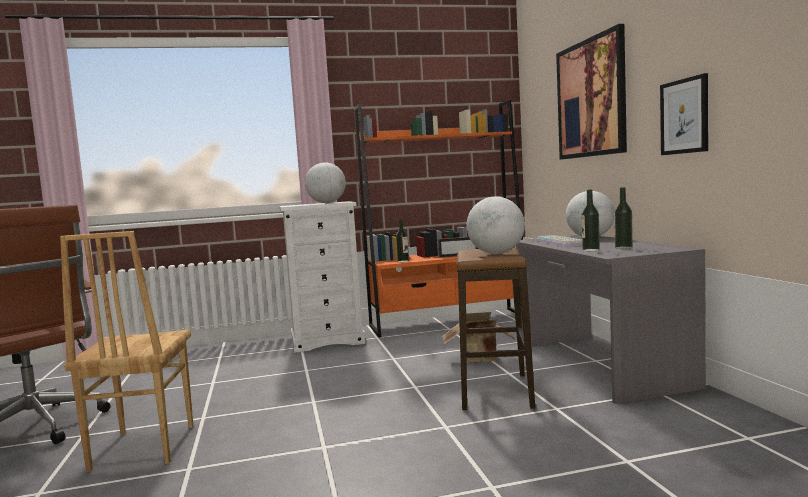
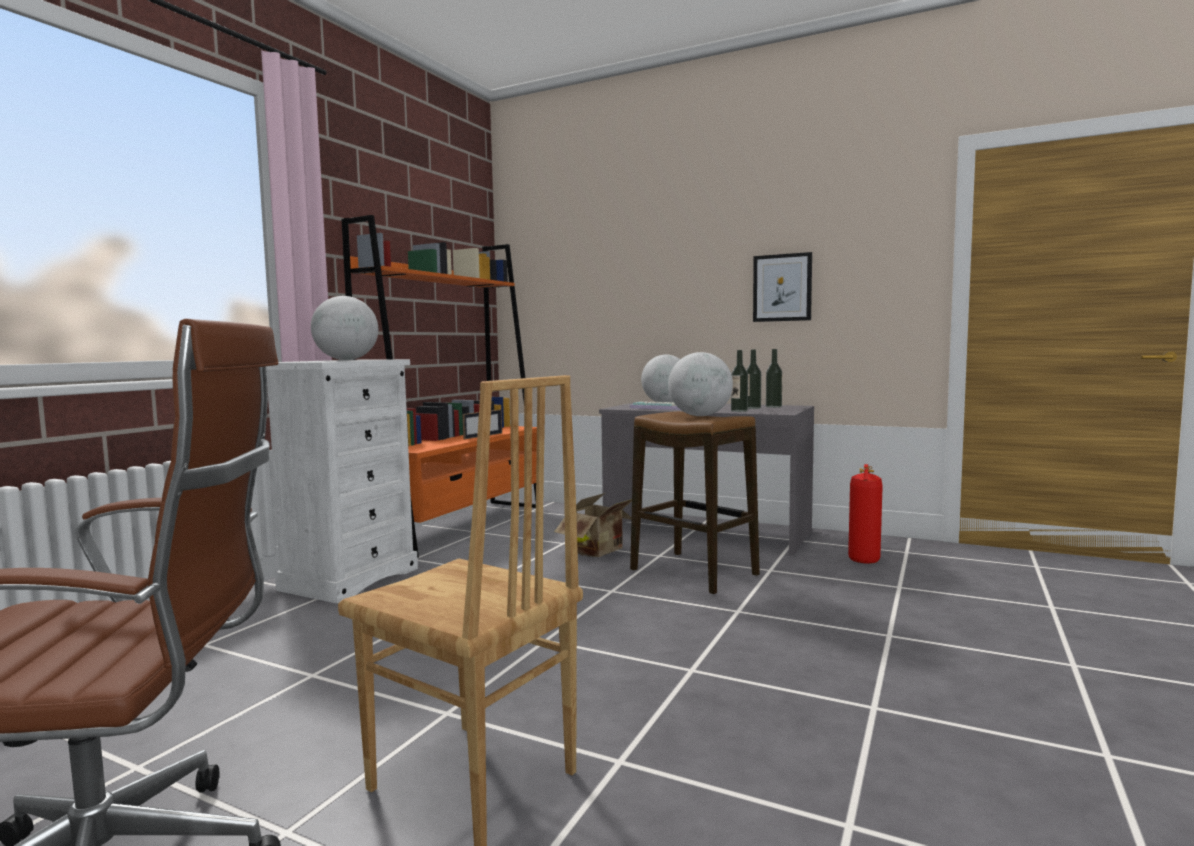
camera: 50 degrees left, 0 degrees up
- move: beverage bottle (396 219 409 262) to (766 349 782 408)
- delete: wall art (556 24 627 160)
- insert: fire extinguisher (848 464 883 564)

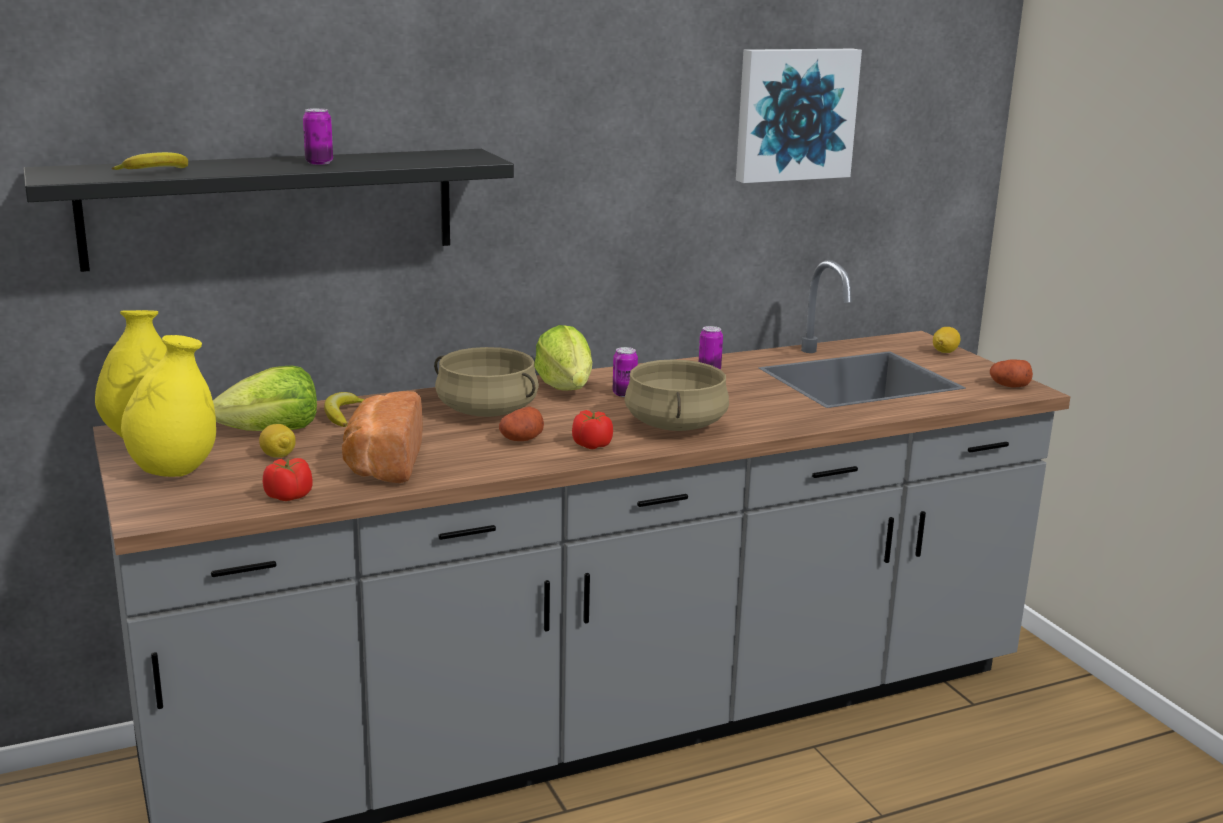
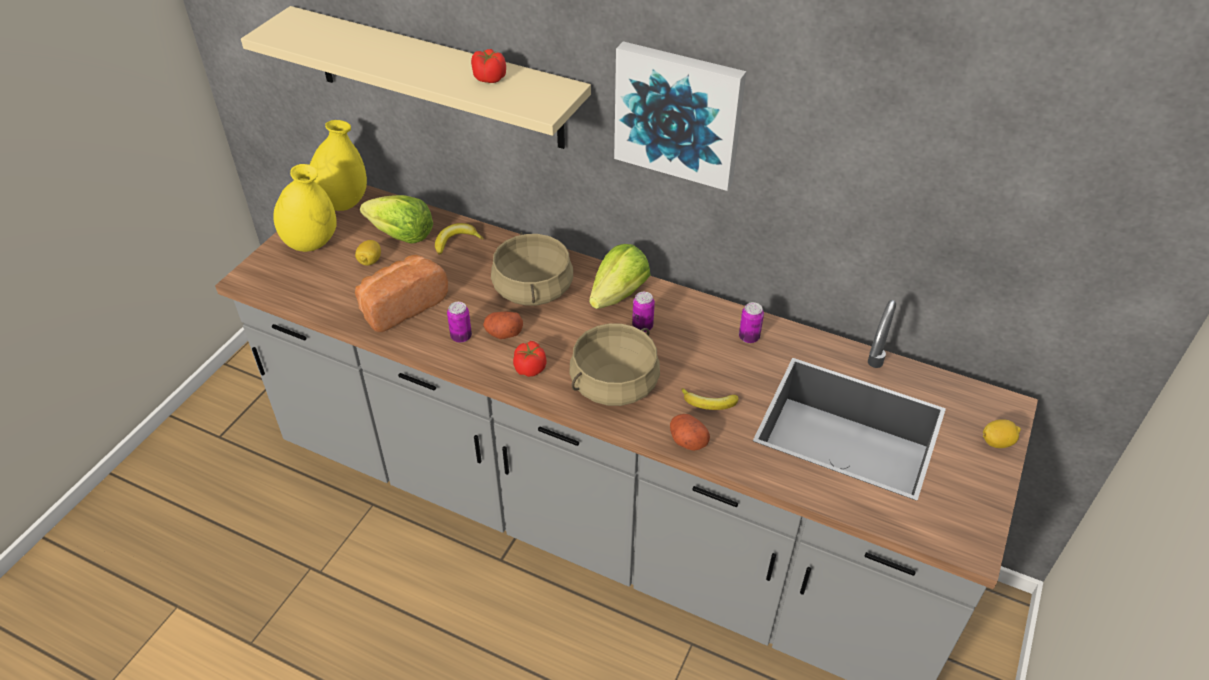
camera: 50 degrees right, 25 degrees up
- recolor: black-coloured shelf (23 149 514 272) to beige-coloured shelf (241 6 591 149)
- move: banana fruit (112 152 188 170) to (681 388 739 410)
- move: tomato (263 458 312 501) to (471 49 506 83)
- move: can (303 108 333 165) to (447 302 472 343)
- move: wall art (736 49 862 183) to (614 41 746 191)
- move: whole potato (990 359 1033 388) to (670 414 710 451)

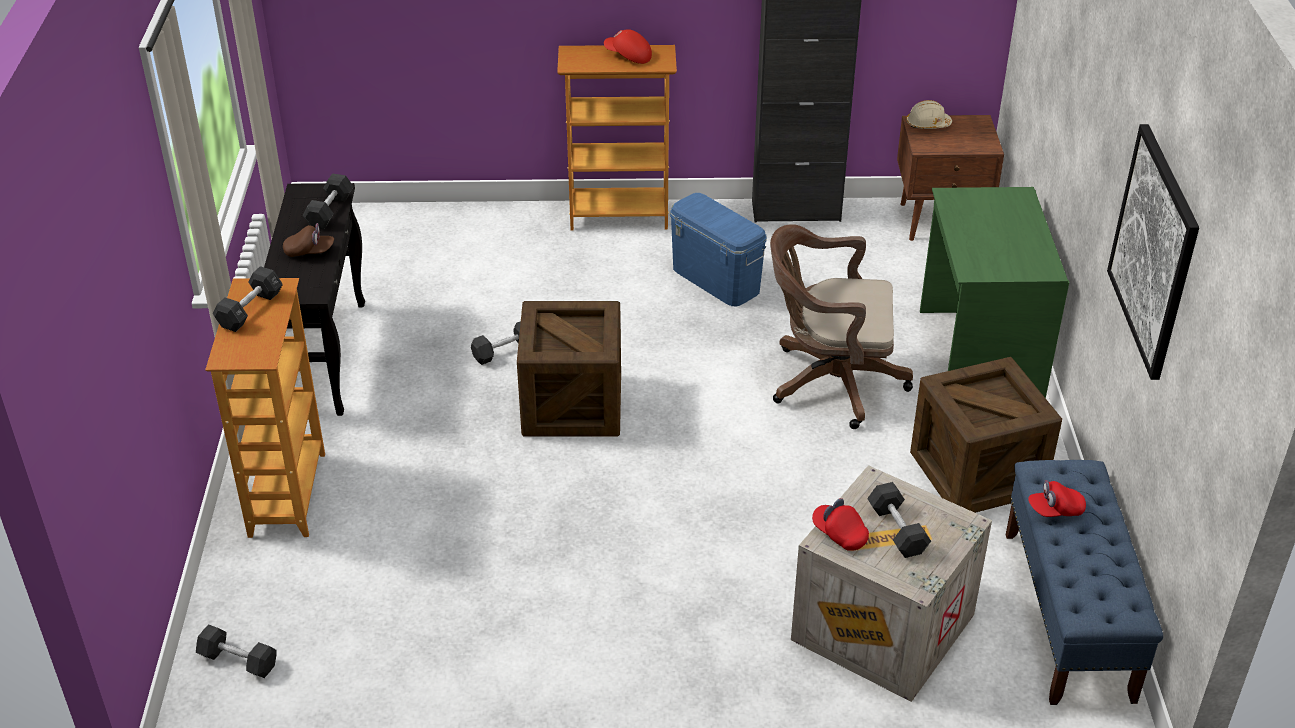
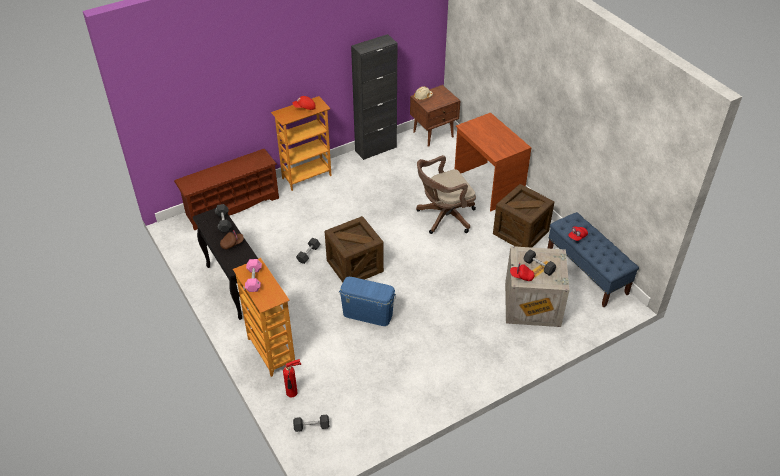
camera: 30 degrees left, 5 degrees up
- recolor: black-coloured free weight (213 266 283 332) to pinkish free weight (245 259 262 292)
- move: blue storage box (670 193 767 306) to (339 277 396 326)
- recolor: green-coloured desk table (920 187 1069 398) to brown desk table (455 113 531 211)
- delete: wall art (1107 124 1199 380)
- insert: brown shoe stand (174 149 279 230)
- insert: fire extinguisher (283 359 301 397)

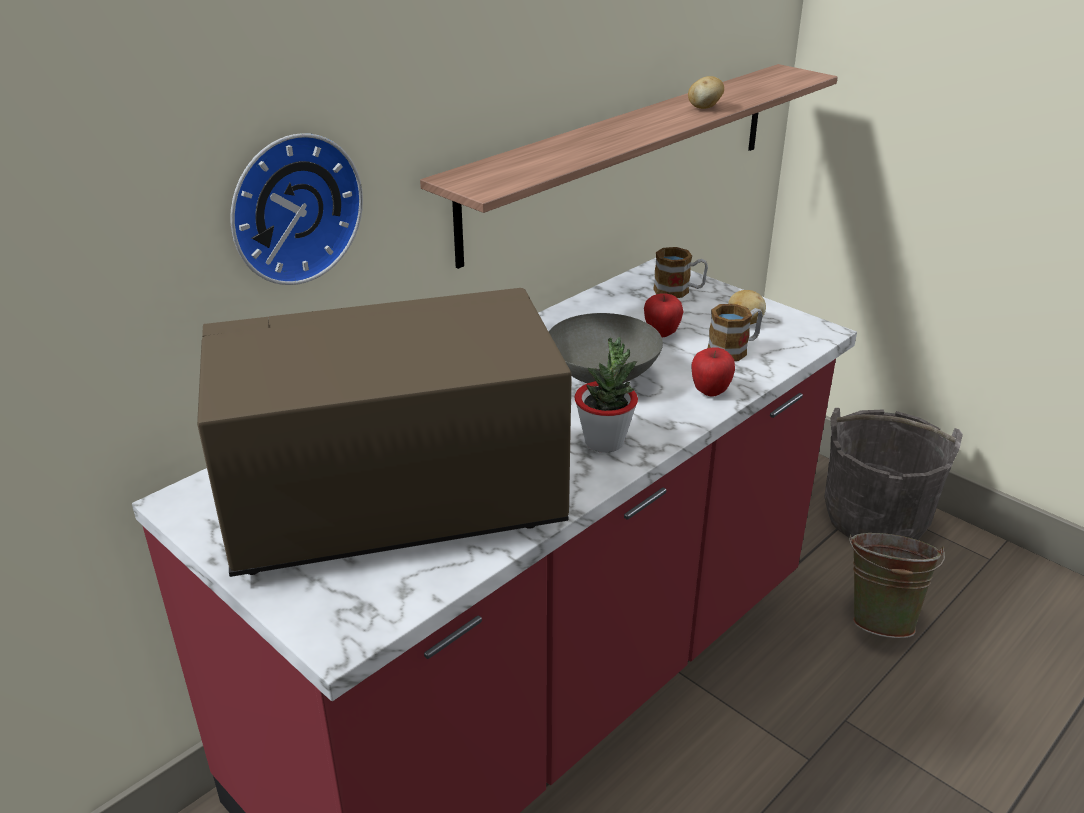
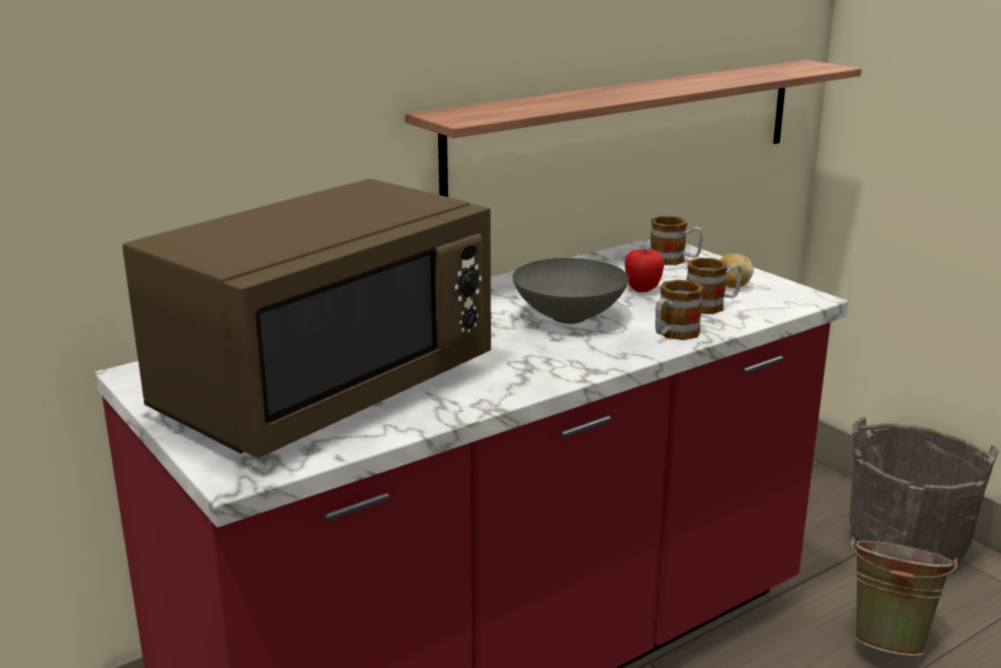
camera: 10 degrees right, 10 degrees down
- rotate: brown microwave (197 288 572 577) = (122 179 491 458) 135 degrees clockwise
- delete: hanging clock (230 133 363 285)
- delete: plant in a pot (575 337 638 453)
- delete: whole potato (688 76 724 109)
- replace: whole apple (691 347 735 397) to coffee mug (655 279 704 340)

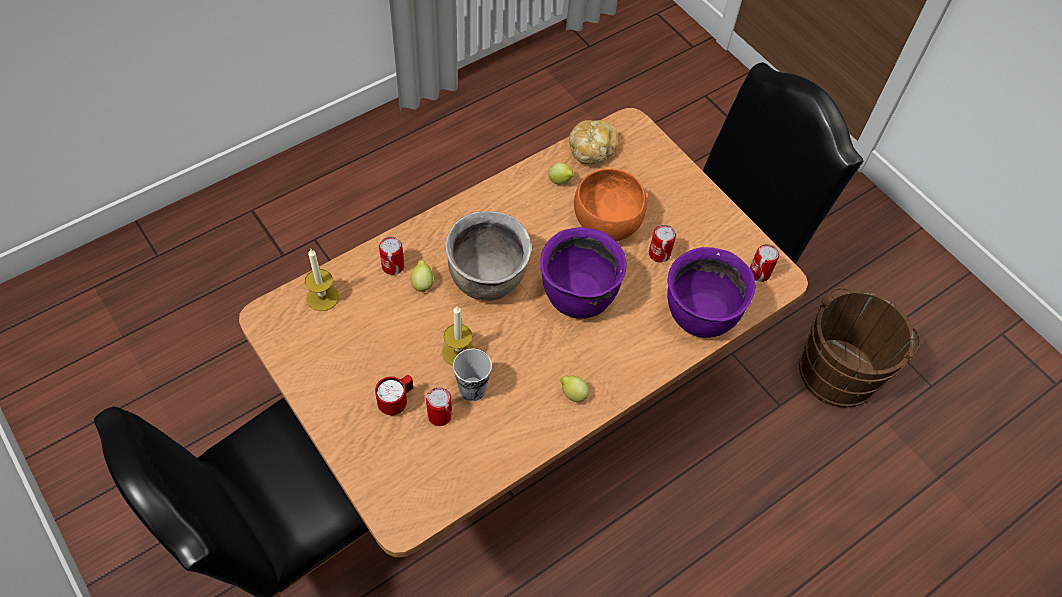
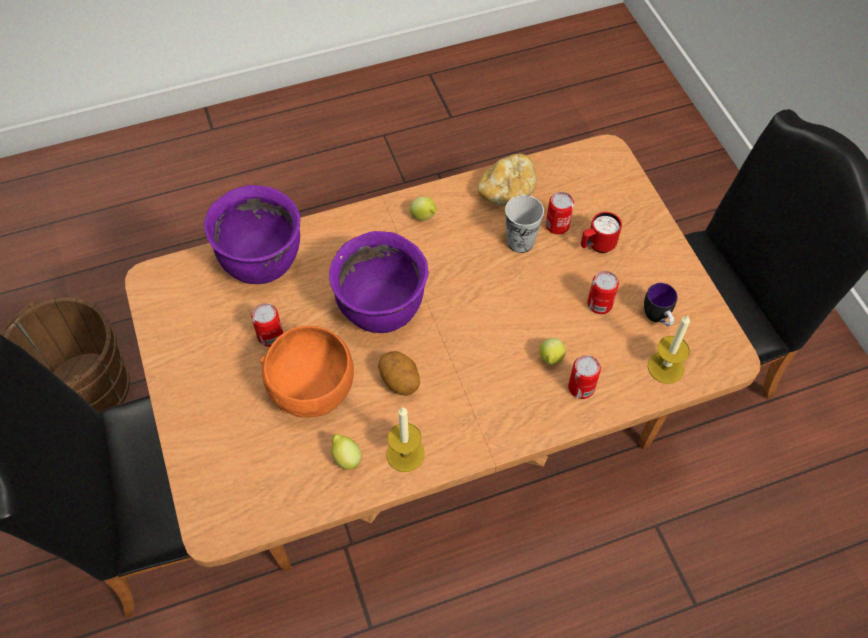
camera: 160 degrees left, 0 degrees up
- move: candle (442 306 474 365) to (386 407 425 472)
- delete: brown stockpot (445 211 531 301)
- move: bread (569 120 618 164) to (478 154 537 206)
- move: can (750 244 779 282) to (587 271 619 314)
- insert: whole potato (378 351 420 396)
- insert: coffee mug (644 283 677 326)

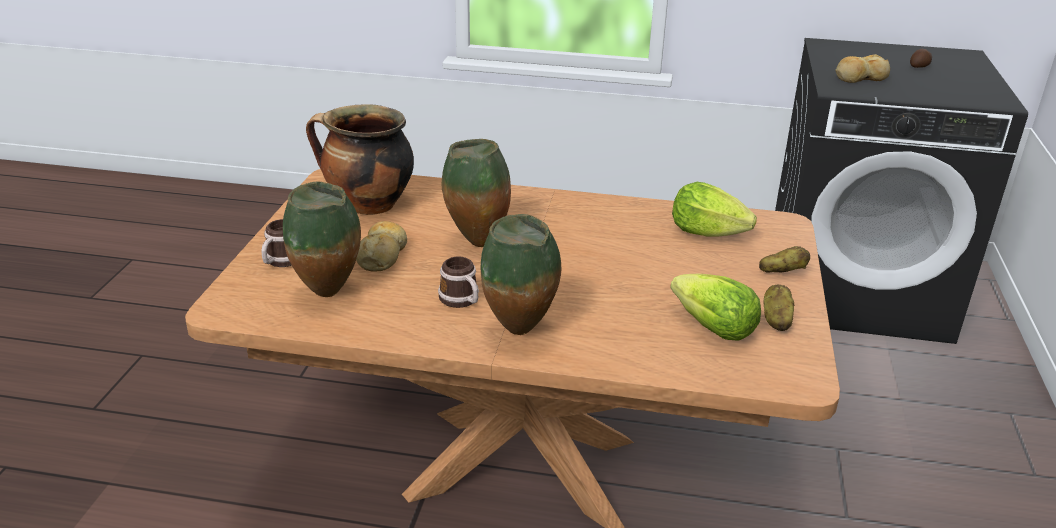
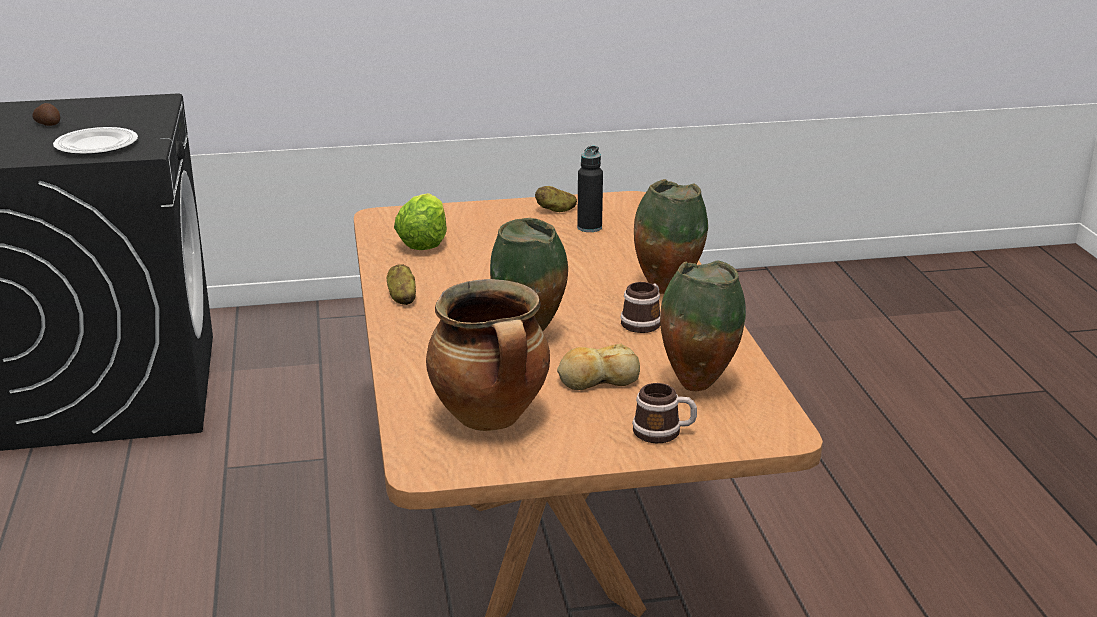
camera: 110 degrees left, 5 degrees down
- replace: lettuce (670 274 761 341) to black-coloured beverage bottle (577 145 603 232)
- move: whole potato (759 246 810 273) to (387 264 416 305)
- replace: bread (836 54 890 83) to flat dish (53 127 138 155)

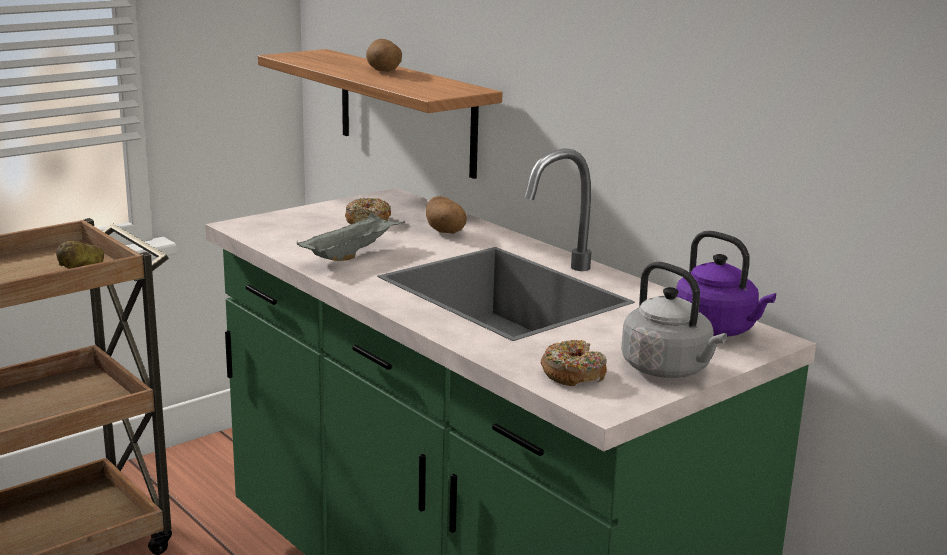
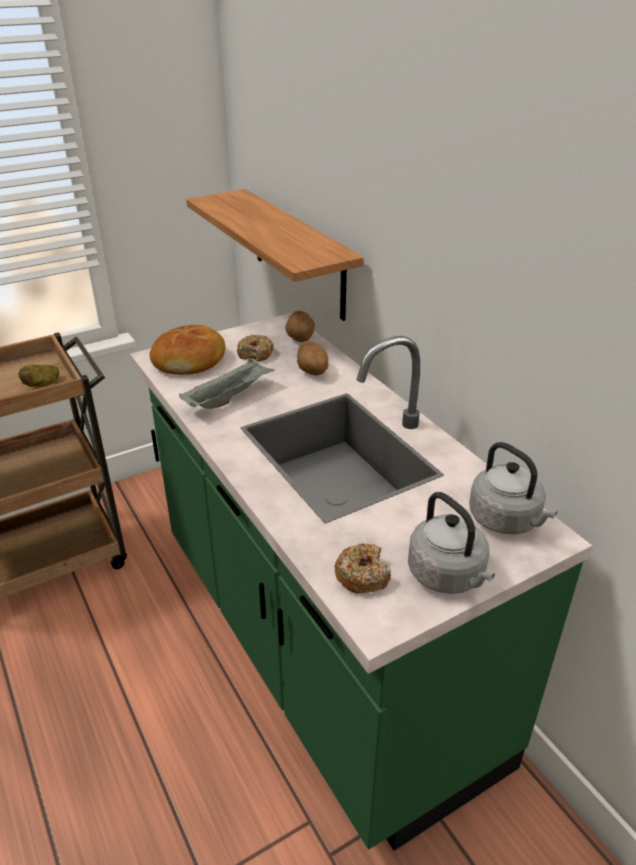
camera: 10 degrees right, 15 degrees up
- move: whole potato (366 39 402 72) to (285 311 315 342)
- recolor: purple-coloured kettle (676 231 776 337) to greyish kettle (469 442 557 534)
- insert: bread (150 325 225 375)

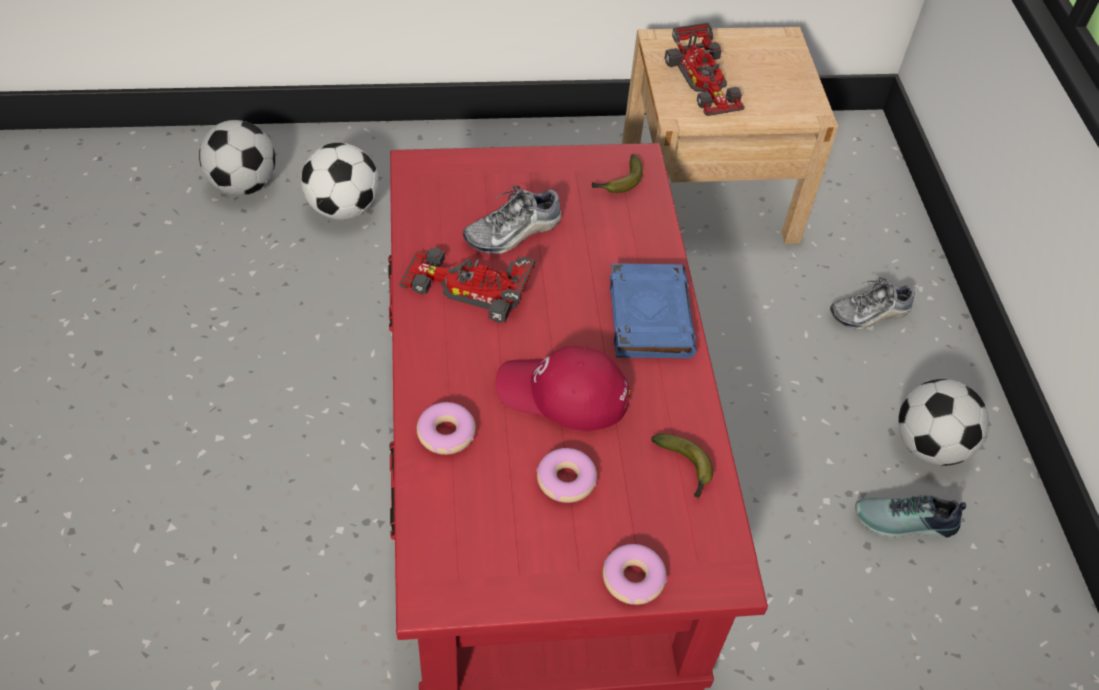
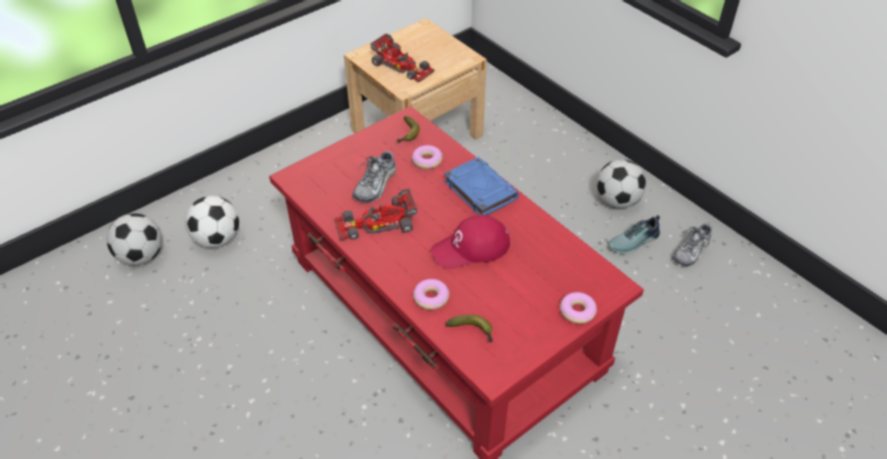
camera: 30 degrees left, 5 degrees down
- move: doughnut (536 448 597 503) to (412 145 443 169)
- move: banana fruit (651 434 713 499) to (446 314 493 342)
- move: shoe (830 277 915 330) to (672 223 712 266)

